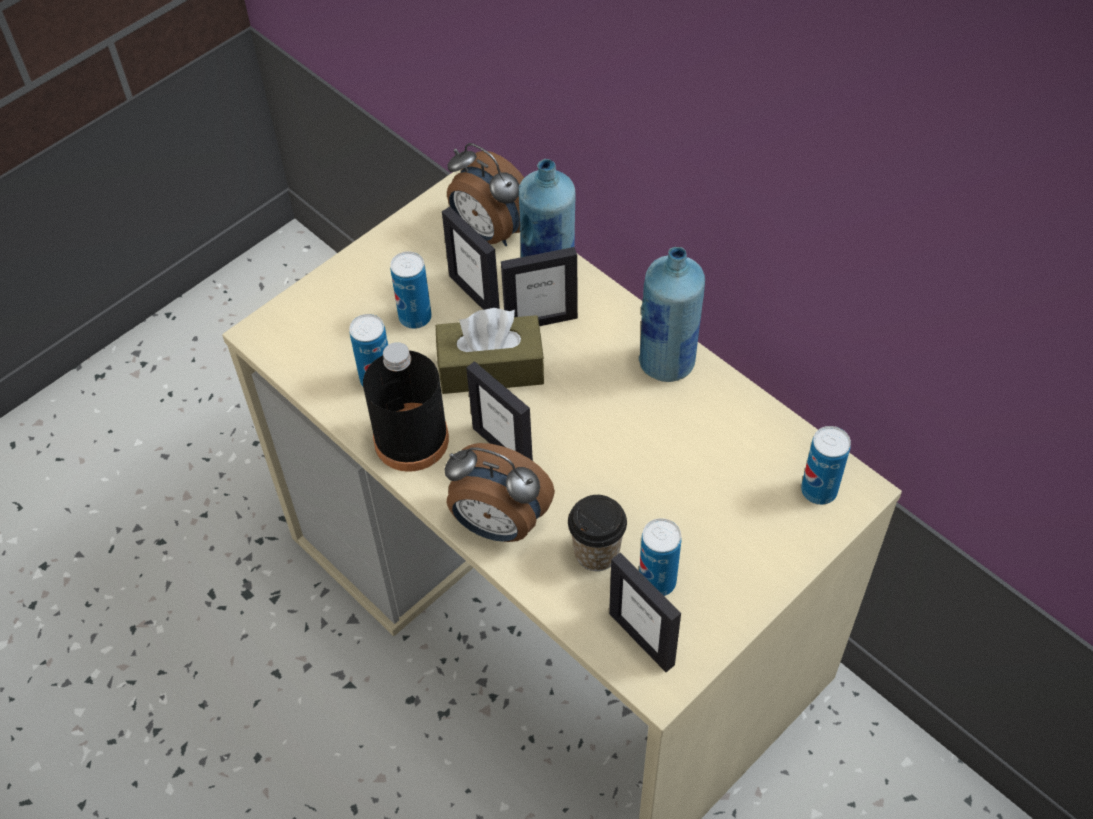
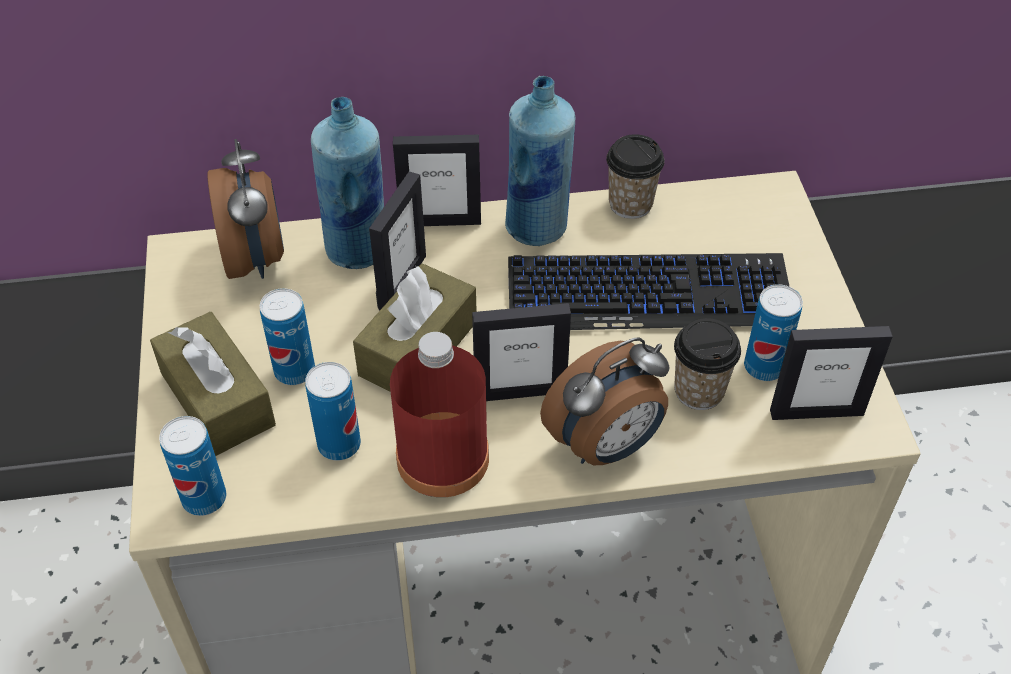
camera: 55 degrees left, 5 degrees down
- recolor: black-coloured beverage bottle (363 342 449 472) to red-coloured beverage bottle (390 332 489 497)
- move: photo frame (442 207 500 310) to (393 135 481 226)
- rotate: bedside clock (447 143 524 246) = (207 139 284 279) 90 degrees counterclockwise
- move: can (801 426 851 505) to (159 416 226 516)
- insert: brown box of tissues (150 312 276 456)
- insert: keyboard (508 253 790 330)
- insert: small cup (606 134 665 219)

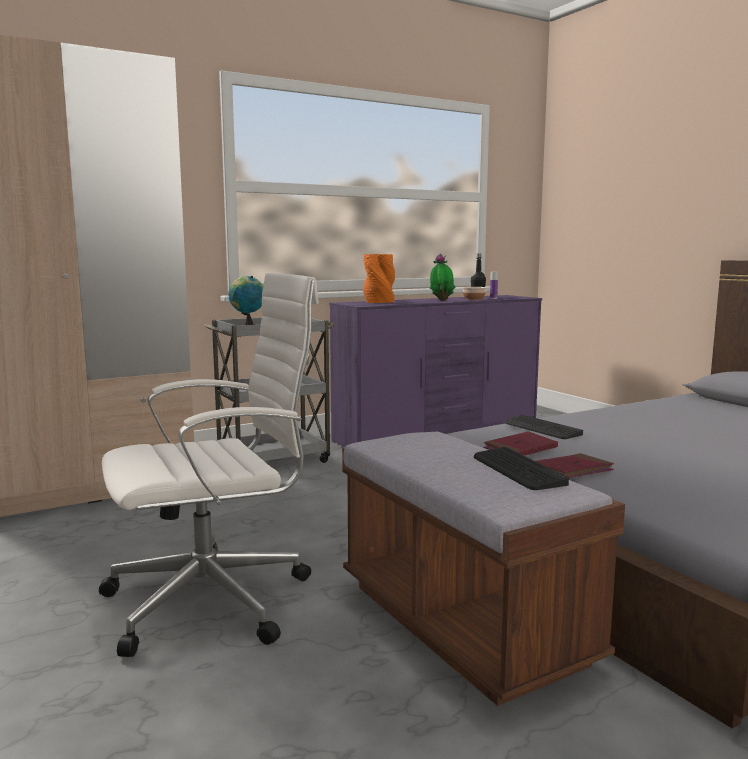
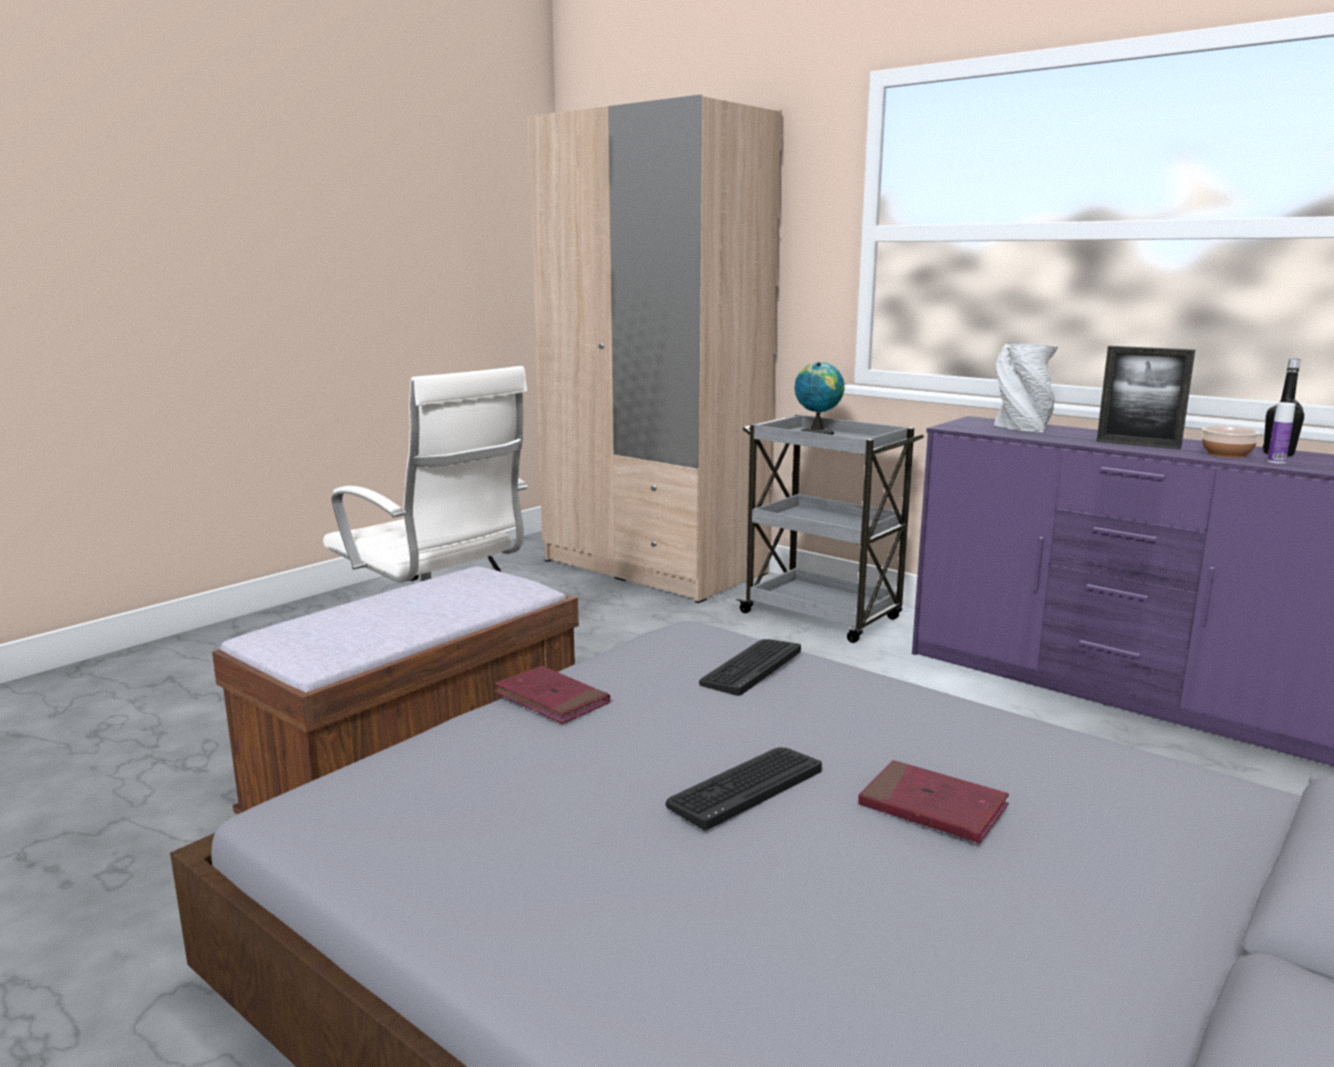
camera: 70 degrees right, 5 degrees up
- recolor: orange decorative vase (363 254 395 303) to greyish decorative vase (994 344 1058 432)
- replace: plant in a pot (430 254 455 301) to photo frame (1096 346 1195 449)
- move: keyboard (474 447 569 490) to (665 747 822 830)
- move: red-coloured bound book (483 431 558 456) to (858 760 1009 843)

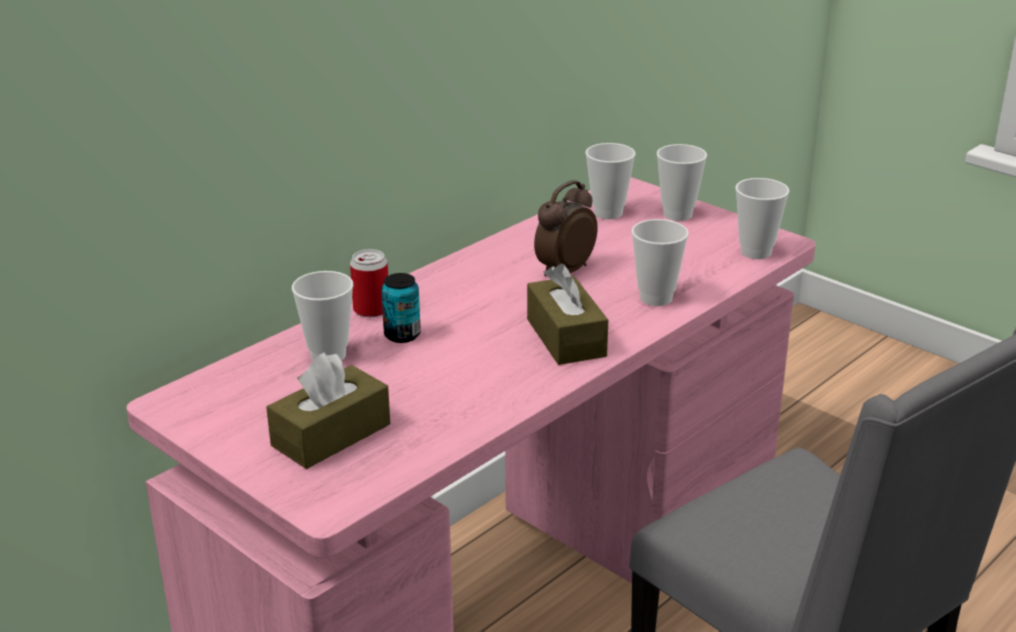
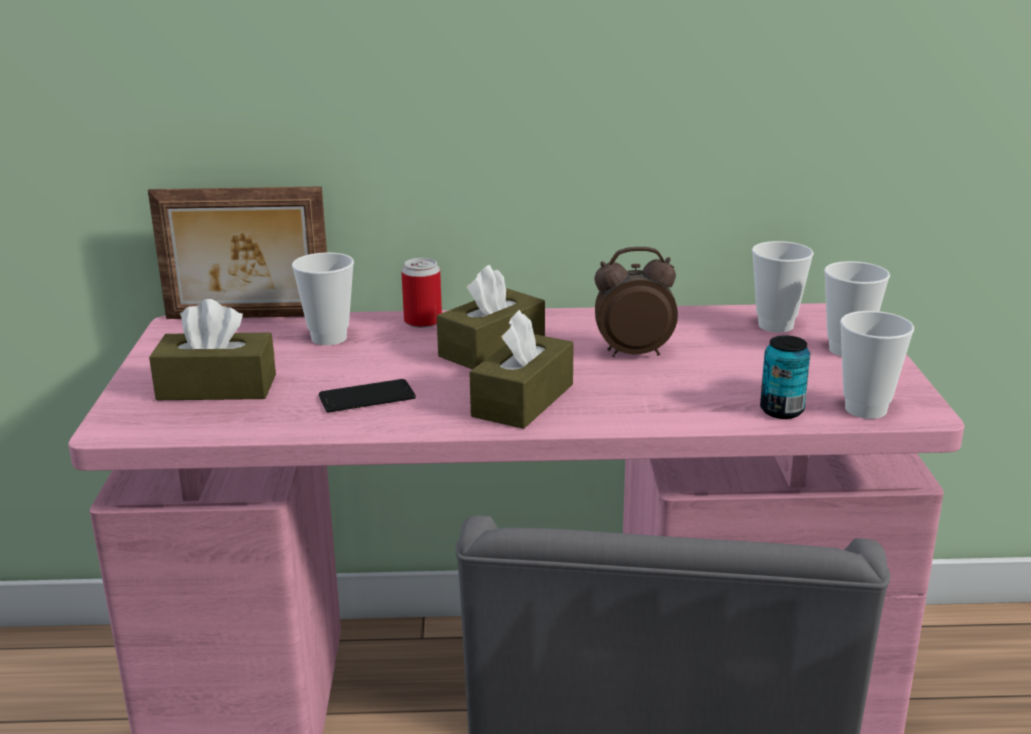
camera: 45 degrees right, 5 degrees down
- move: can (381 273 421 343) to (760 335 810 419)
- delete: small cup (631 219 689 306)
- insert: photo frame (148 186 327 319)
- insert: phone (319 379 416 412)
- insert: brown box of tissues (437 265 545 370)

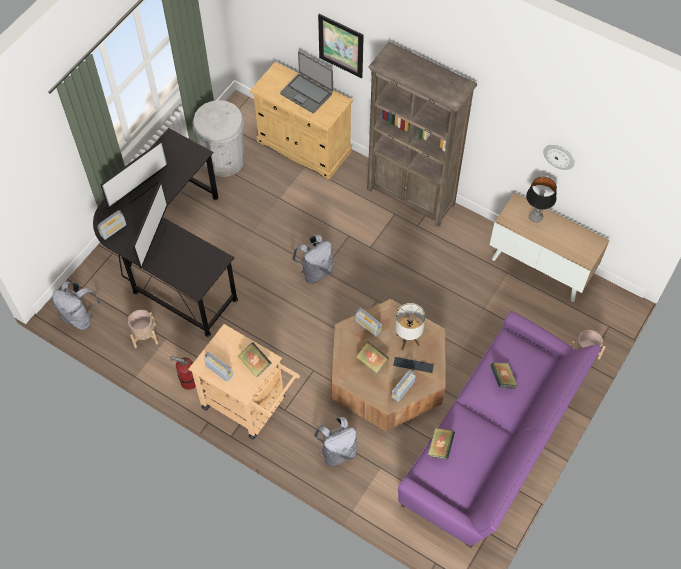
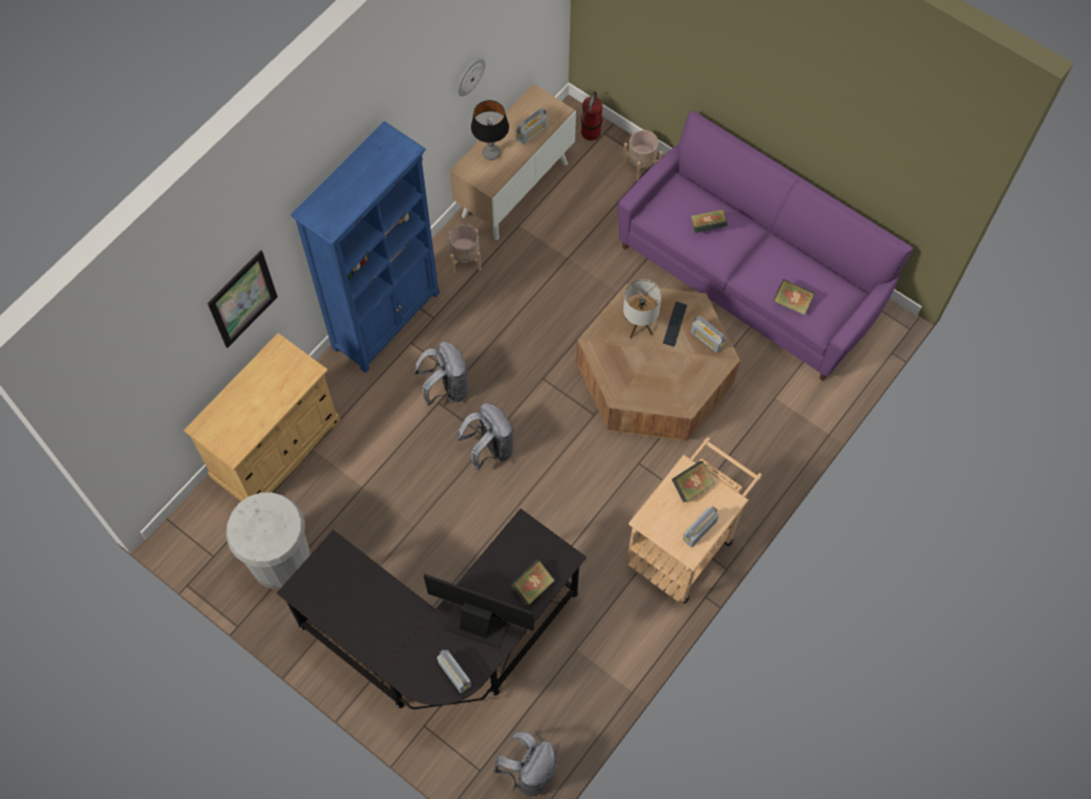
camera: 85 degrees left, 5 degrees up
- delete: monitor (100 141 168 209)
- move: beige-coloured plant pot (128 310 158 348) to (448 224 481 273)
- move: fire extinguisher (170 356 202 390) to (581 91 603 141)
- delete: notebook computer (280 51 333 113)
- move: greyish knapsack (314 417 357 467) to (414 341 469 406)
- move: radio set (355 308 382 337) to (516 108 548 145)
- move: bound book (356 342 389 373) to (510 560 555 605)
- recolor: brown bookcase (367 42 477 227) to blue bookcase (291 121 440 373)

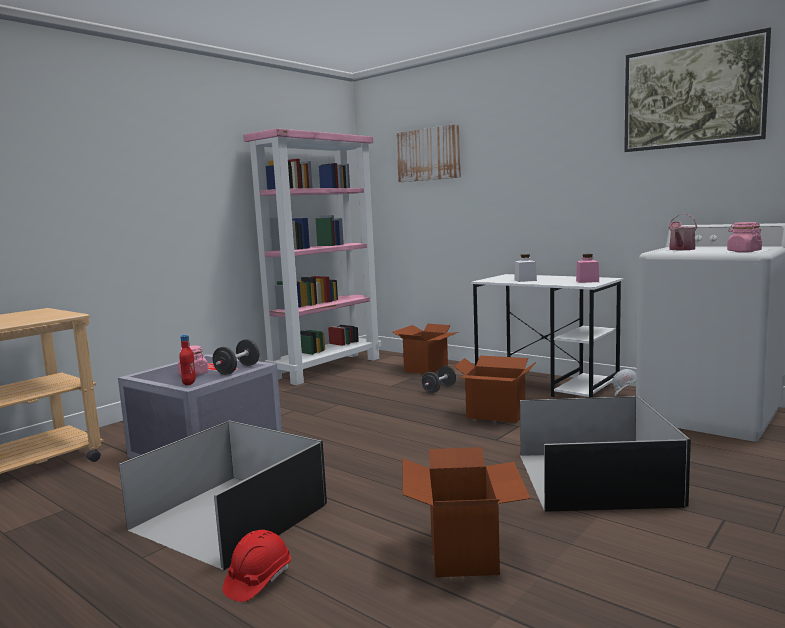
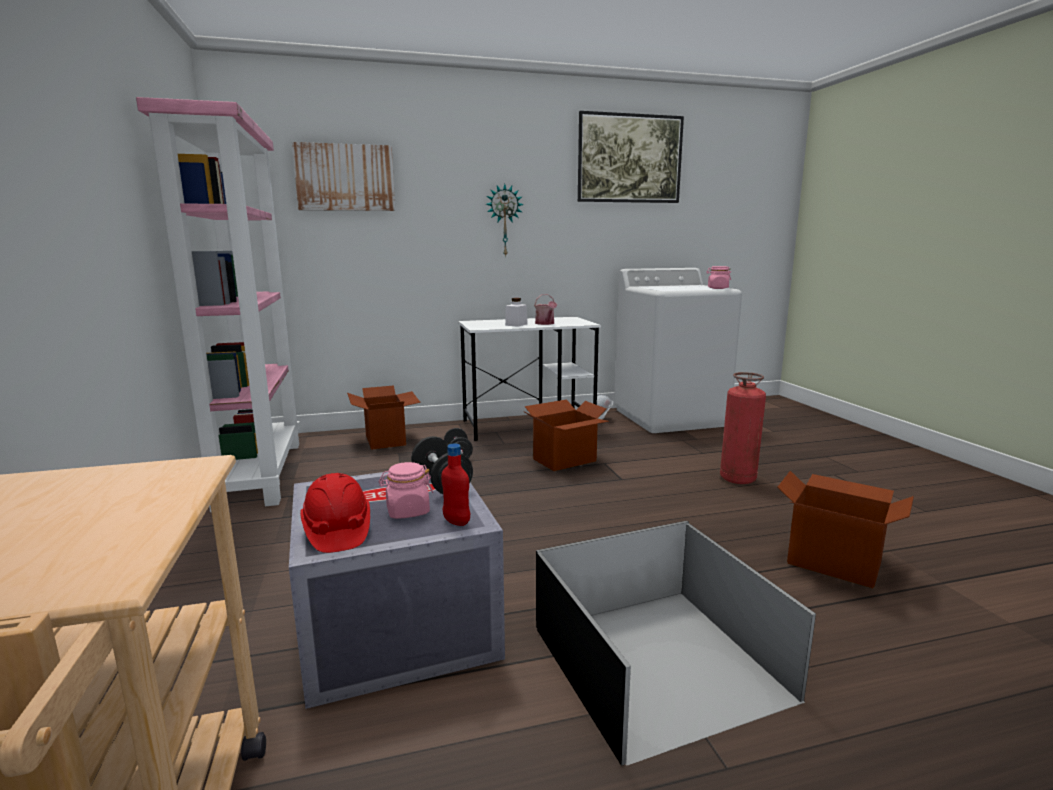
camera: 55 degrees left, 5 degrees up
- move: red-coloured work helmet (223 530 291 602) to (300 473 370 553)
- replace: black-coloured storage box (520 396 691 512) to fire extinguisher (720 372 766 484)
- delete: pinkish storage jar (576 254 599 283)
- move: watering can (669 214 698 250) to (534 294 557 325)
- insert: hanging clock (486 184 524 257)

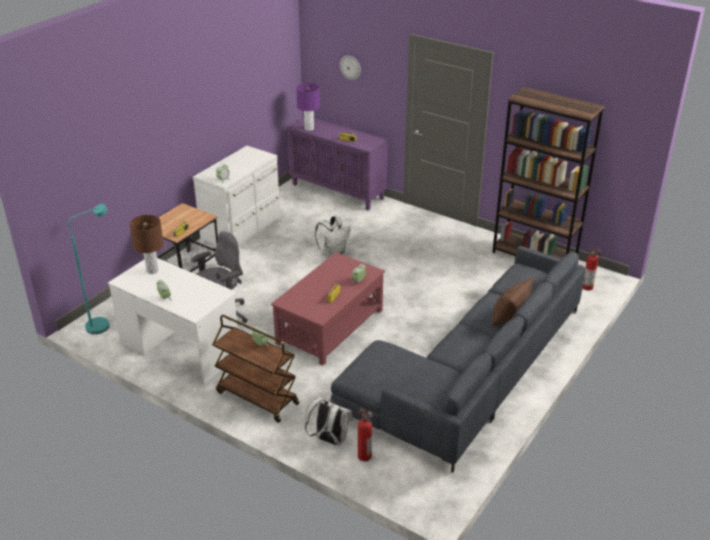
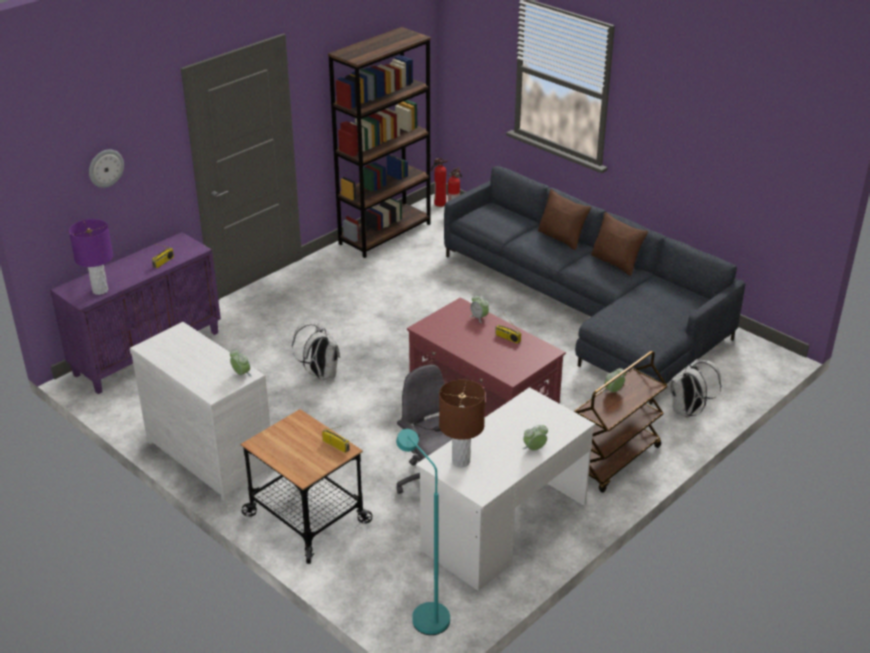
camera: 80 degrees left, 0 degrees up
- move: fire extinguisher (357 408 373 461) to (431 158 448 207)
- insert: brown cushion (591 212 648 276)

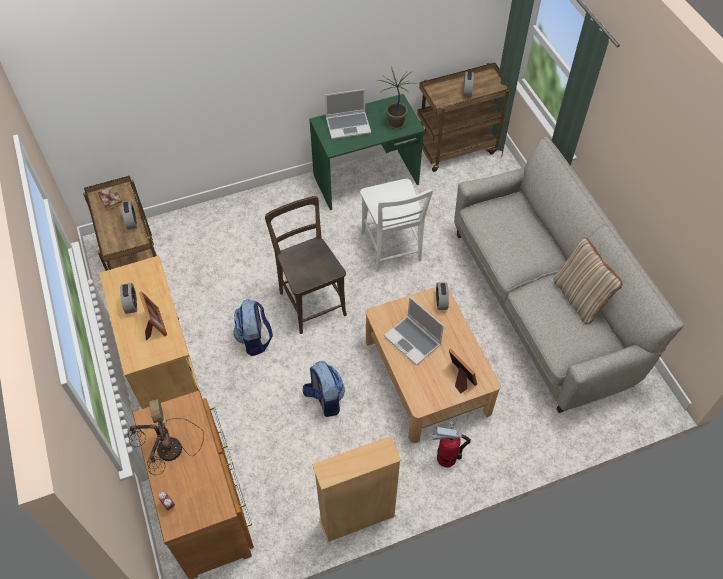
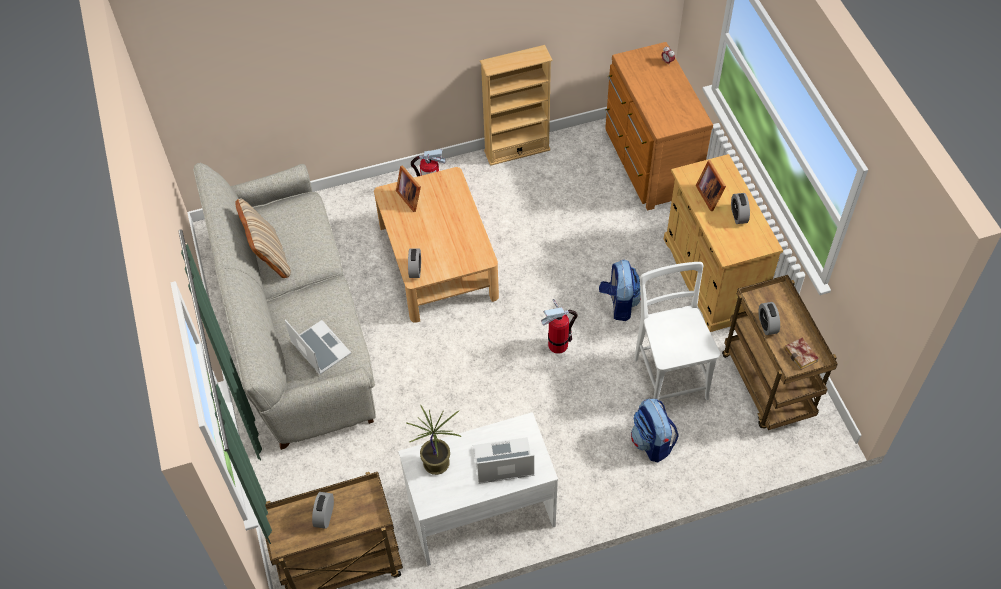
camera: 175 degrees left, 0 degrees up
- delete: tabletop lamp (127 399 204 475)
- replace: brown plain chair (265 196 347 334) to fire extinguisher (541 299 578 354)
- move: knapsack (303 361 345 417) to (631 399 679 462)
- recolor: green-coloured desk table (309 94 425 210) to whitish desk table (398 412 558 566)
- move: whitish plain chair (360 179 433 272) to (634 262 720 400)
- move: notebook computer (384 297 444 366) to (285 319 351 375)

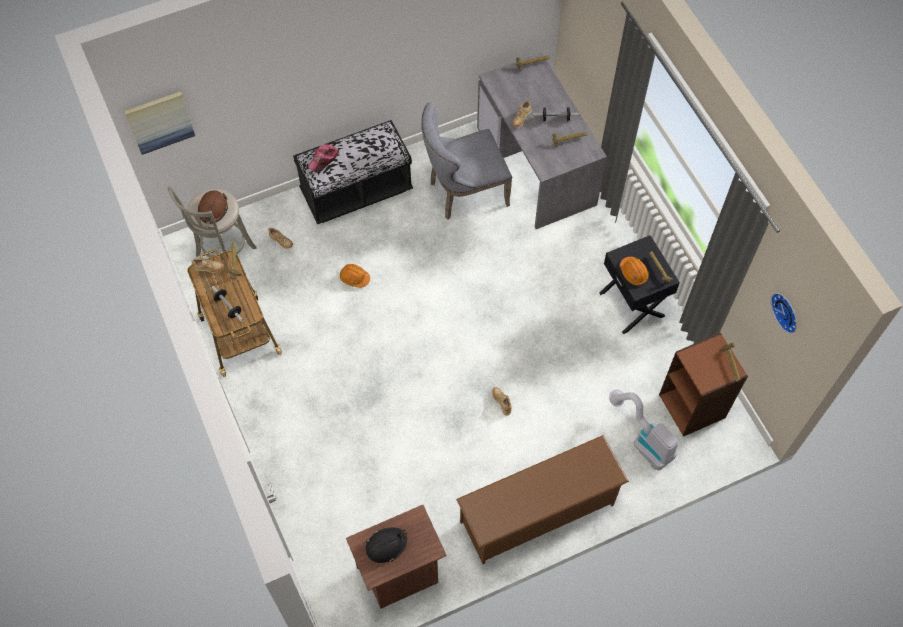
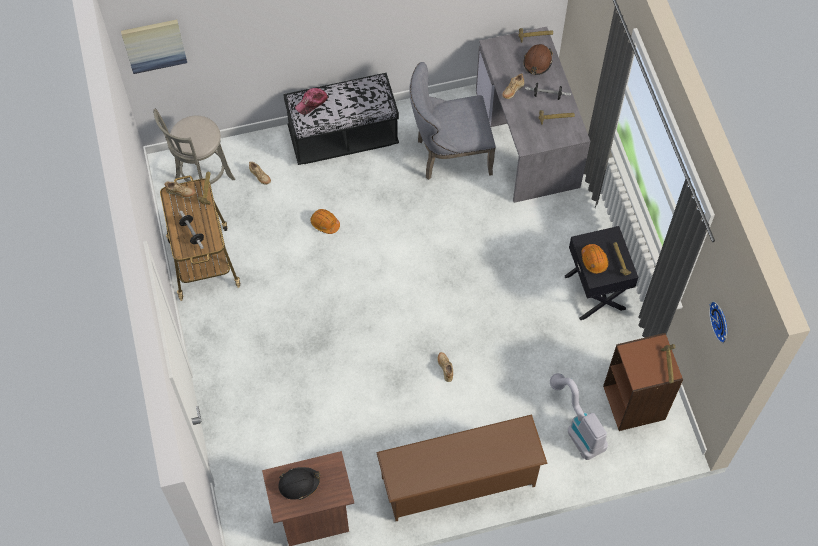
camera: 10 degrees right, 0 degrees up
- move: brown work helmet (198 190 228 224) to (524 44 553 75)

